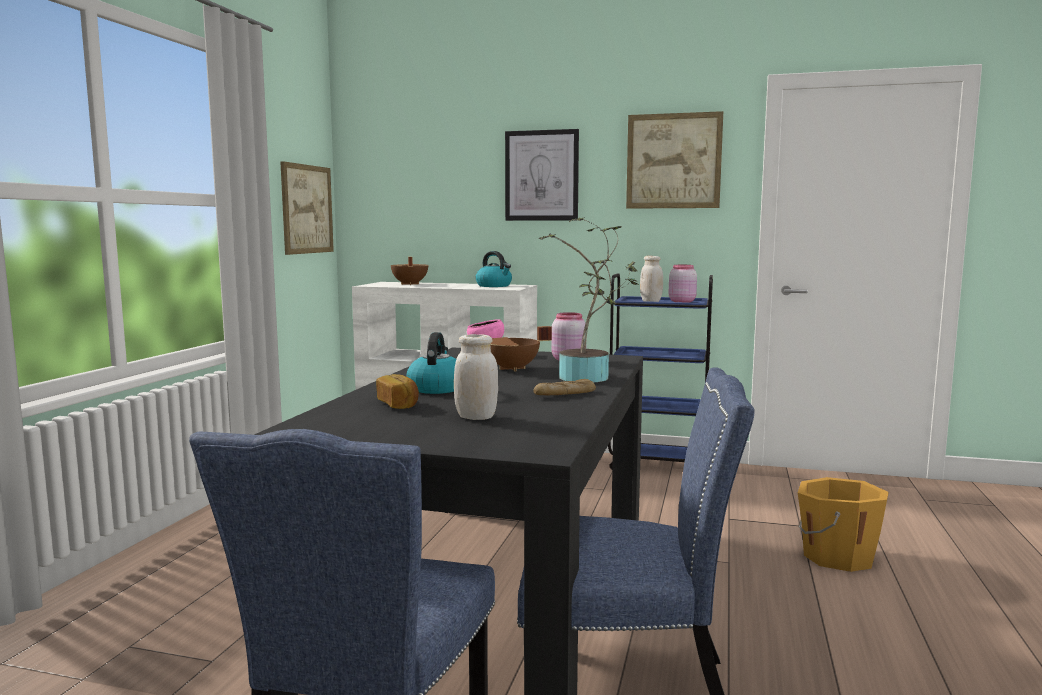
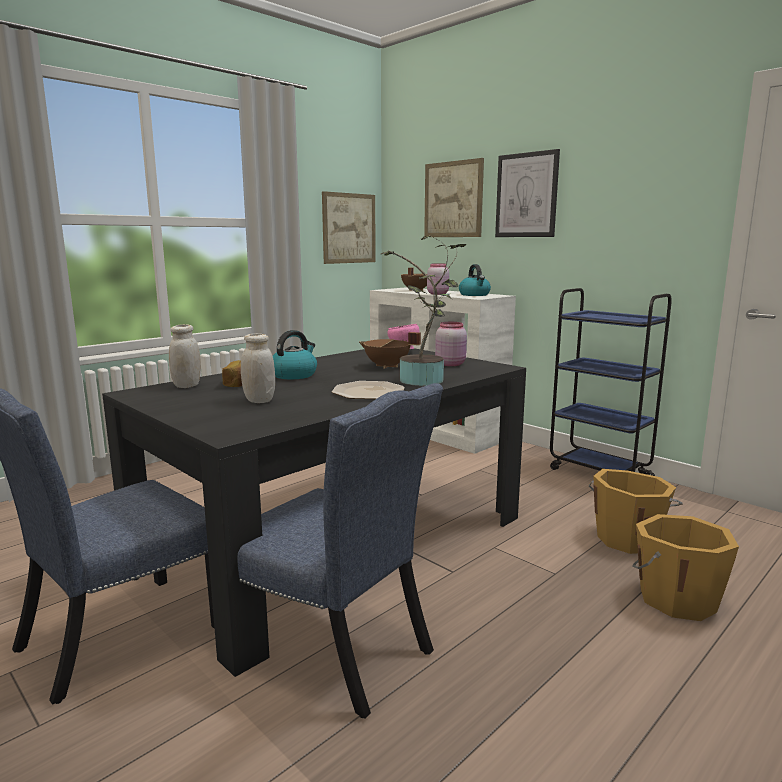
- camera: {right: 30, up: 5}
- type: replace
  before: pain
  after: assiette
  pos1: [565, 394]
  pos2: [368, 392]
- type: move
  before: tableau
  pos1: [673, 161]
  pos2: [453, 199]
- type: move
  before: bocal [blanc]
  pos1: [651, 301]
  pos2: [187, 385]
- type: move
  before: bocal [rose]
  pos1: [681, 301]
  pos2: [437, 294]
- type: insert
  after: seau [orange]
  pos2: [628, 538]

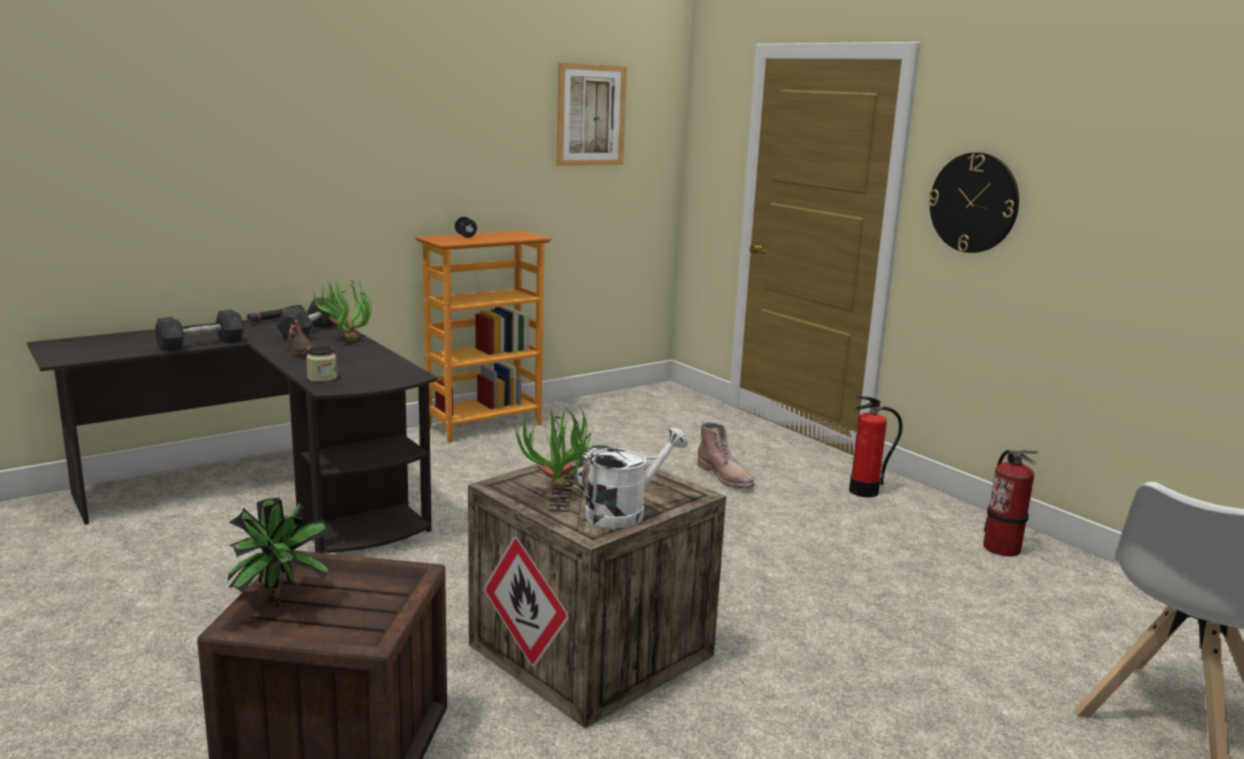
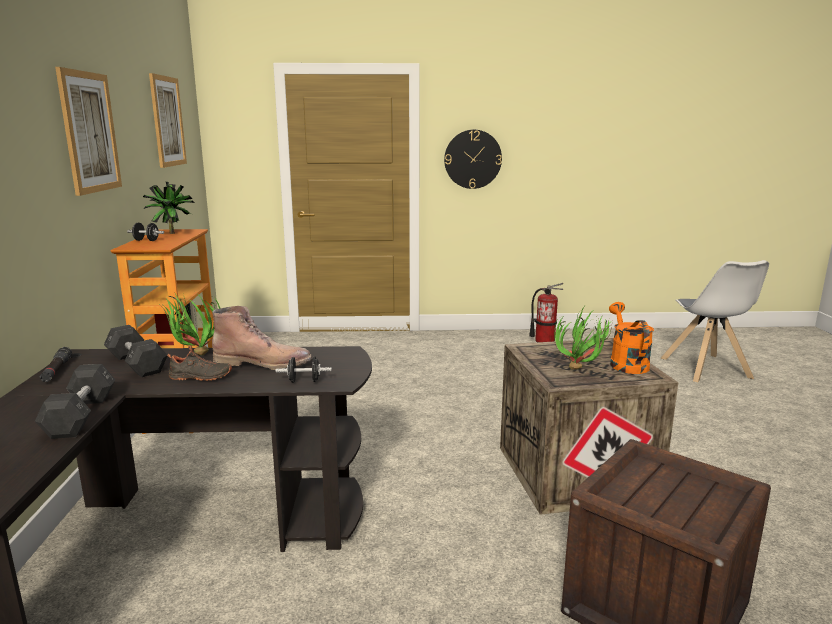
- camera: {right: -55, up: 0}
- type: move
  before: plante en pot
  pos1: [281, 601]
  pos2: [171, 233]
- type: replace
  before: bocal
  after: haltère [noir]
  pos1: [322, 378]
  pos2: [304, 381]
- type: recolor
  before: arrosoir [blanc]
  after: arrosoir [orange]
  pos1: [624, 512]
  pos2: [626, 363]
- type: move
  before: botte [marron]
  pos1: [726, 477]
  pos2: [263, 363]
- type: delete
  before: extincteur
  pos1: [864, 491]
- type: insert
  after: tableau
  pos2: [89, 132]

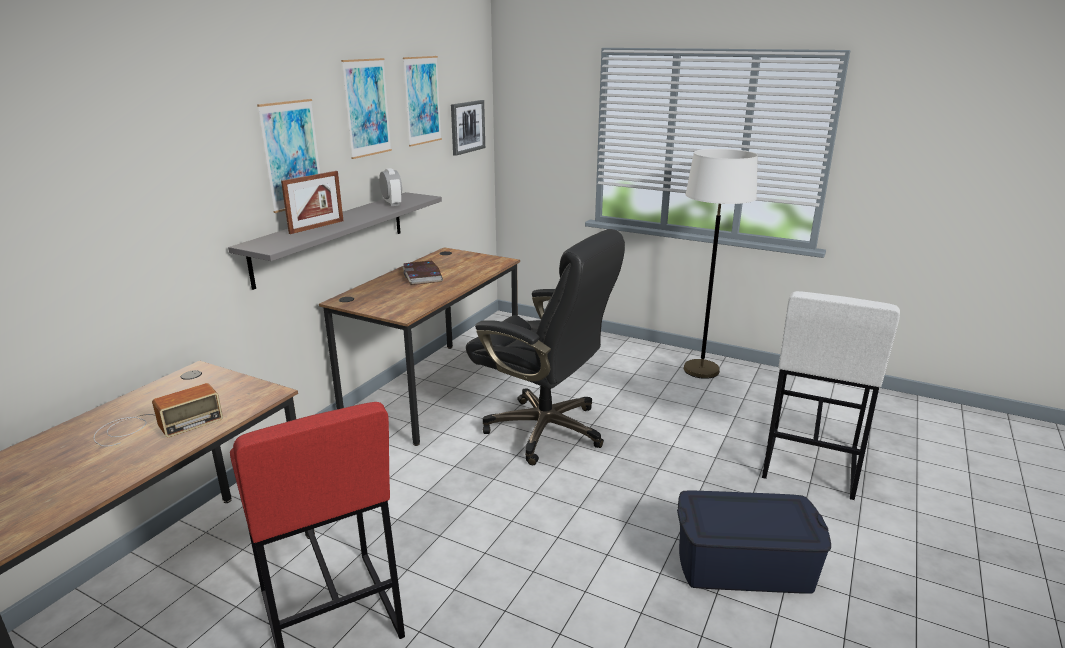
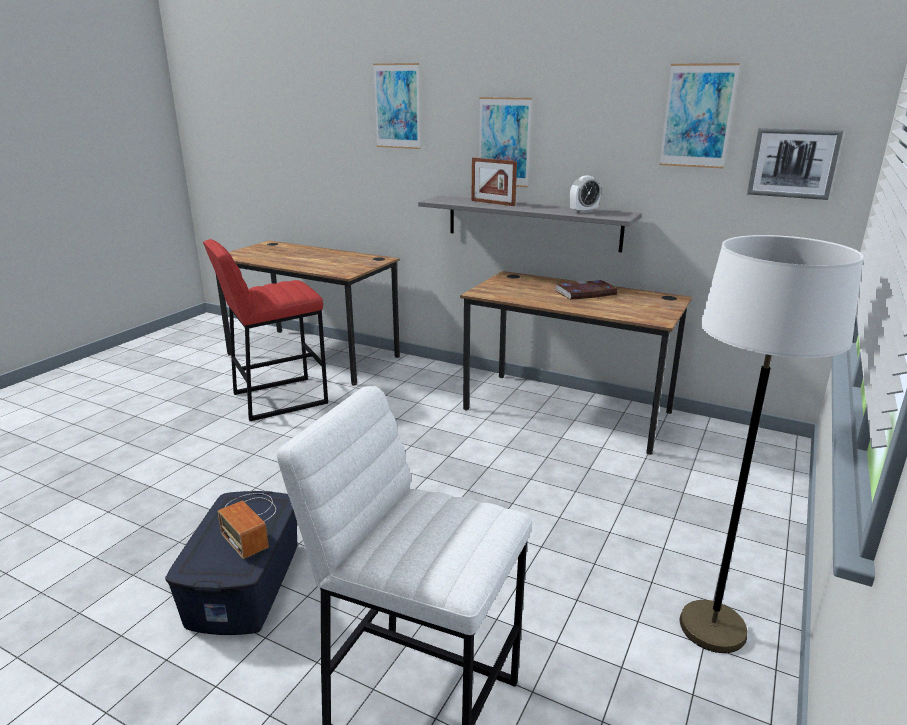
- camera: {right: 90, up: 0}
- type: move
  before: radio
  pos1: [155, 426]
  pos2: [250, 521]
- type: move
  before: tableau
  pos1: [367, 108]
  pos2: [397, 106]
- type: delete
  before: chaise de bureau [noir]
  pos1: [542, 429]

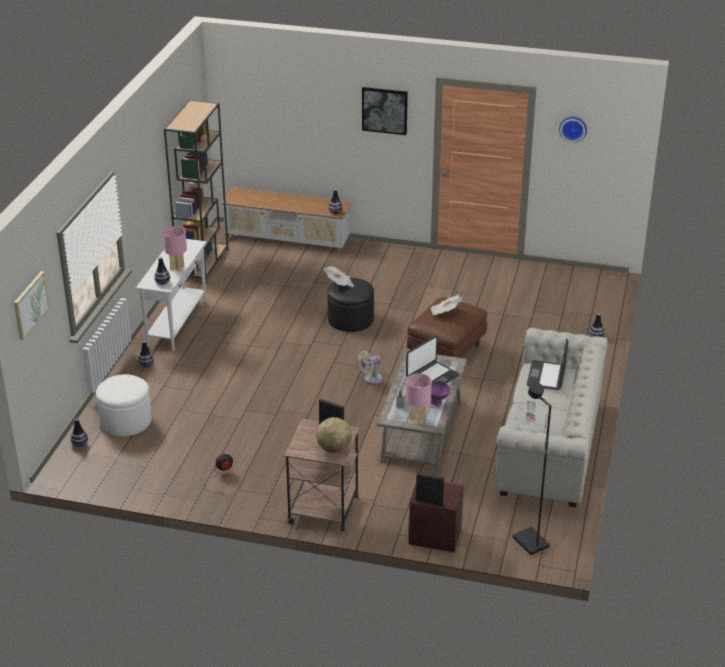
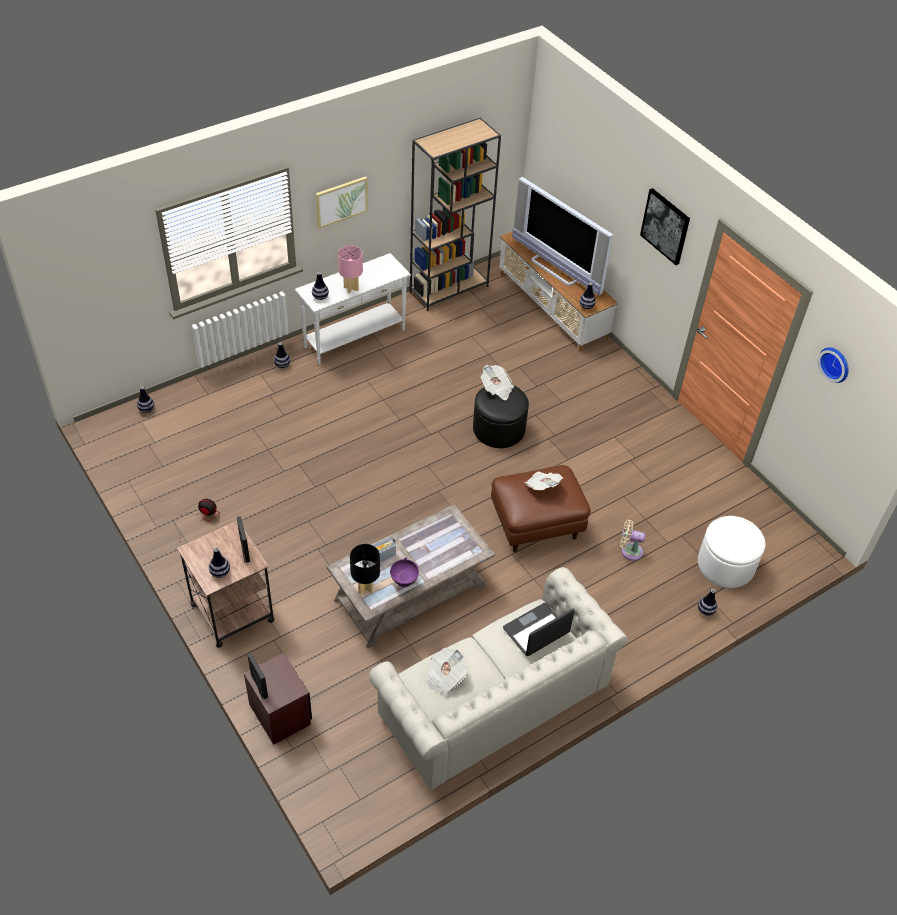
- camera: {right: 40, up: 15}
- type: move
  before: tableau
  pos1: [30, 305]
  pos2: [341, 201]
- type: move
  before: pouf [blanc]
  pos1: [126, 421]
  pos2: [725, 565]
- type: replace
  before: globe
  after: vase
  pos1: [334, 449]
  pos2: [220, 572]
- type: move
  before: ventilateur [beige]
  pos1: [371, 379]
  pos2: [629, 551]
- type: delete
  before: ordinateur portable
  pos1: [432, 377]
- type: recolor
  before: lampe de table [rose]
  after: lampe de table [noir]
  pos1: [417, 418]
  pos2: [365, 587]
- type: delete
  before: lampadaire [noir]
  pos1: [529, 542]
- type: insert
  after: téléviseur
  pos2: [557, 269]

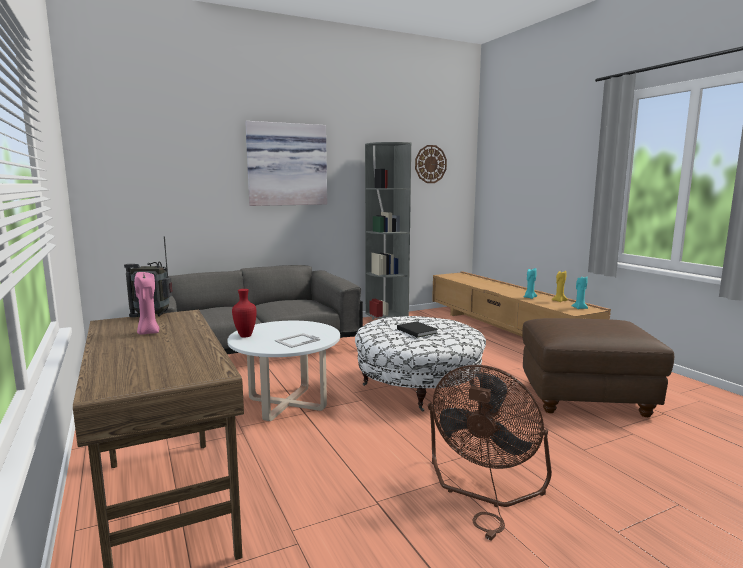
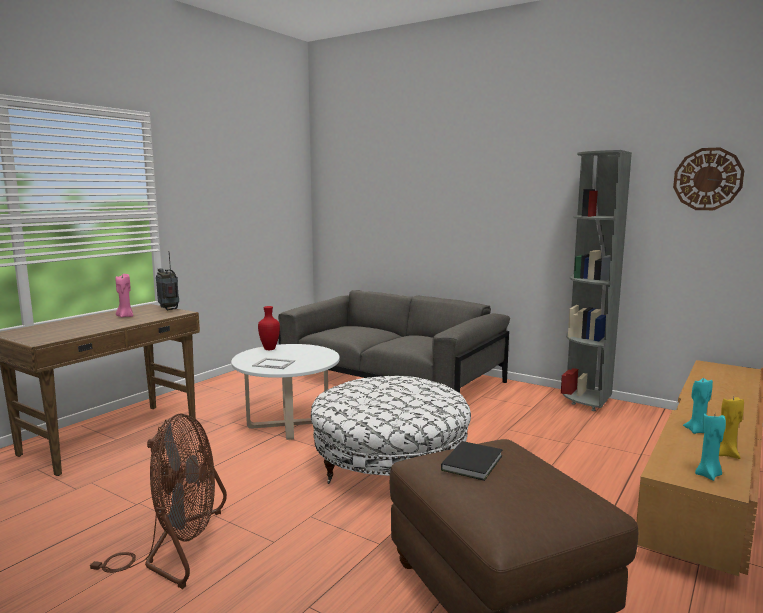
- camera: {right: 60, up: 0}
- type: delete
  before: tableau
  pos1: [286, 164]
- type: move
  before: livre [noir]
  pos1: [416, 331]
  pos2: [473, 462]

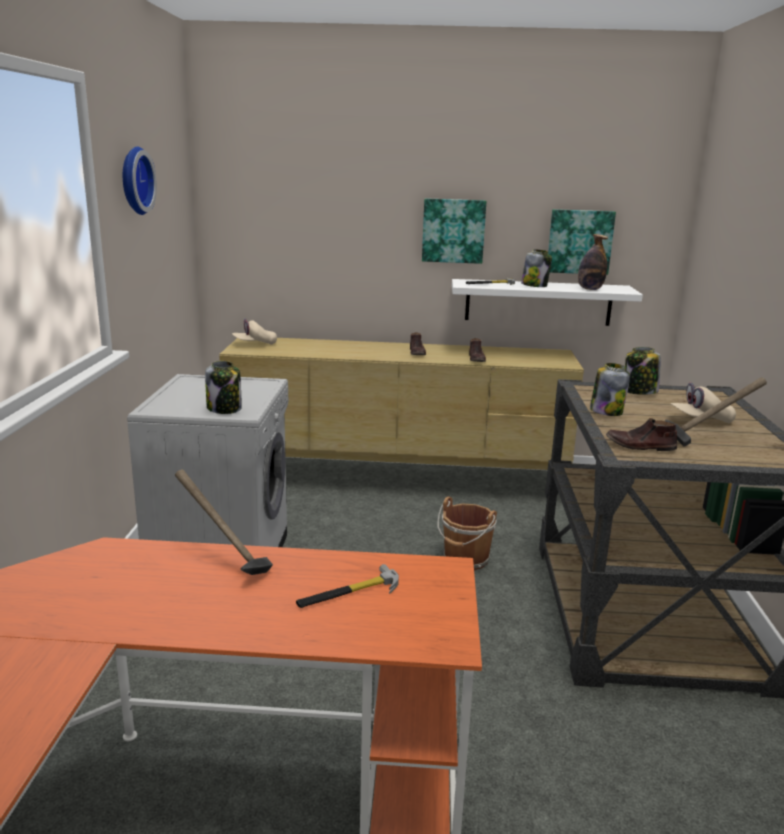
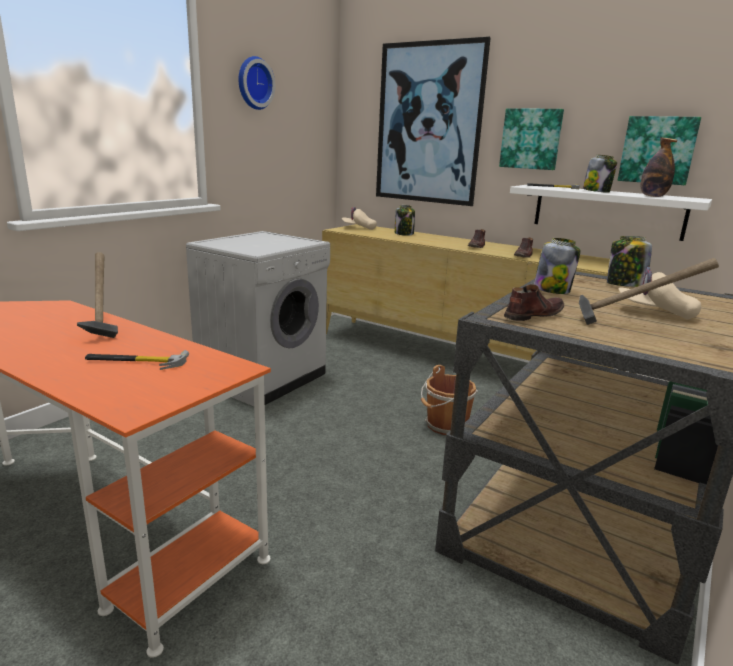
- camera: {right: 30, up: 0}
- type: move
  before: bocal
  pos1: [225, 409]
  pos2: [404, 234]
- type: rotate
  before: chaussure [marron]
  pos1: [640, 446]
  pos2: [532, 315]
  turn: 105
- type: insert
  after: tableau
  pos2: [428, 124]

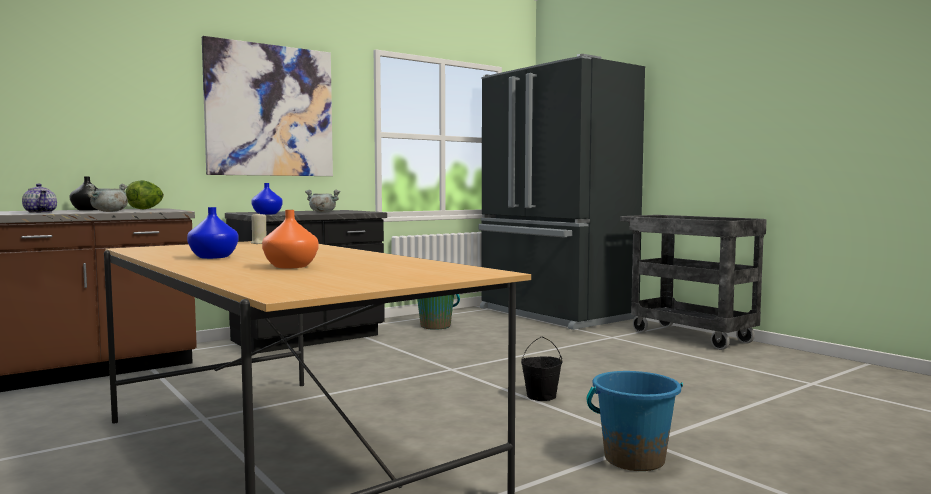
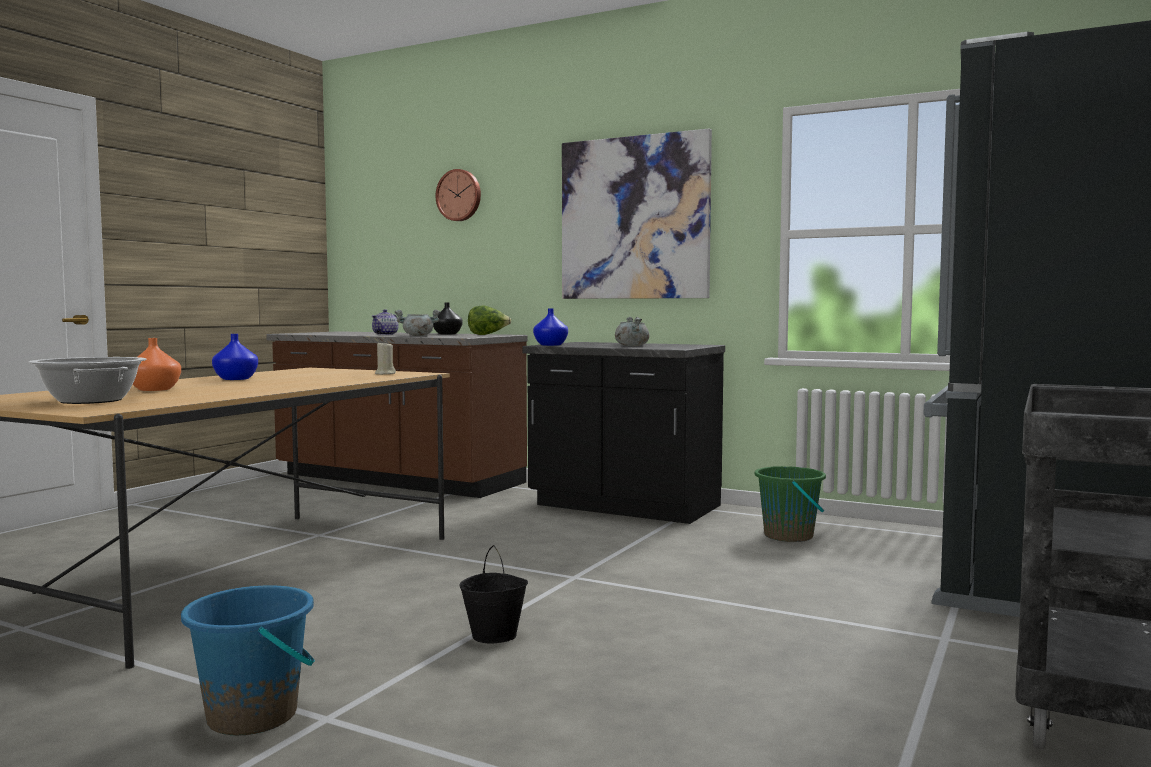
- camera: {right: 65, up: 0}
- type: insert
  after: marmite
  pos2: [91, 401]
- type: insert
  after: horloge murale
  pos2: [459, 195]

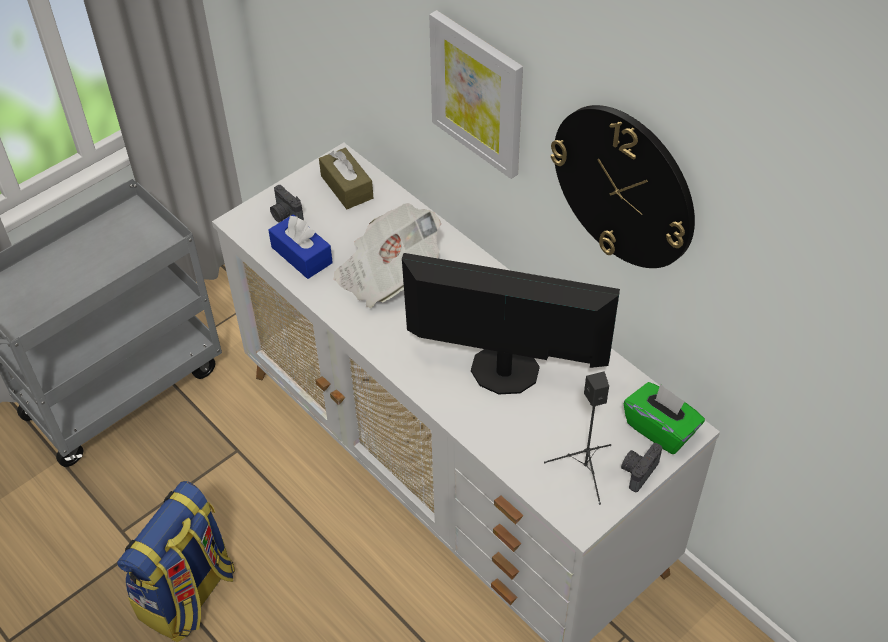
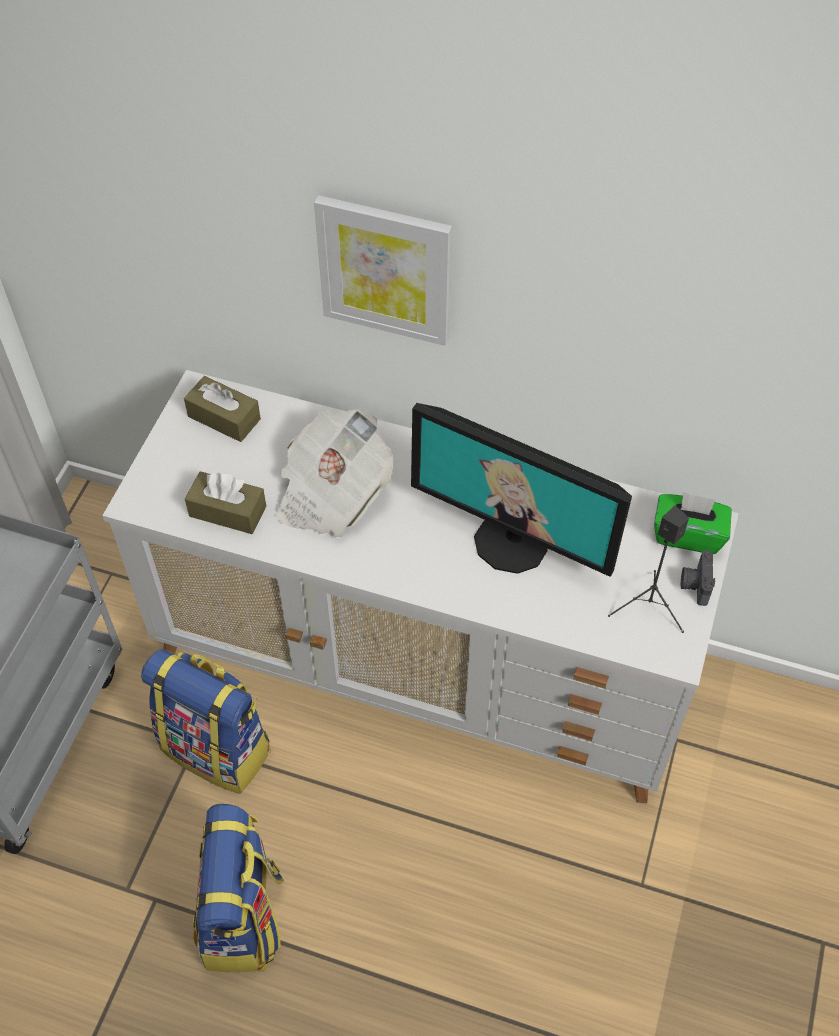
- camera: {right: -30, up: 5}
- type: recolor
  before: boîte à mouchoirs [bleu]
  after: boîte à mouchoirs [marron]
  pos1: [301, 255]
  pos2: [227, 511]
- type: delete
  before: appareil photo
  pos1: [285, 215]
- type: rotate
  before: écran d'ordinateur
  pos1: [504, 371]
  pos2: [511, 542]
  turn: -135
- type: delete
  before: horloge murale
  pos1: [624, 186]
- type: insert
  after: sac à dos
  pos2: [218, 748]

